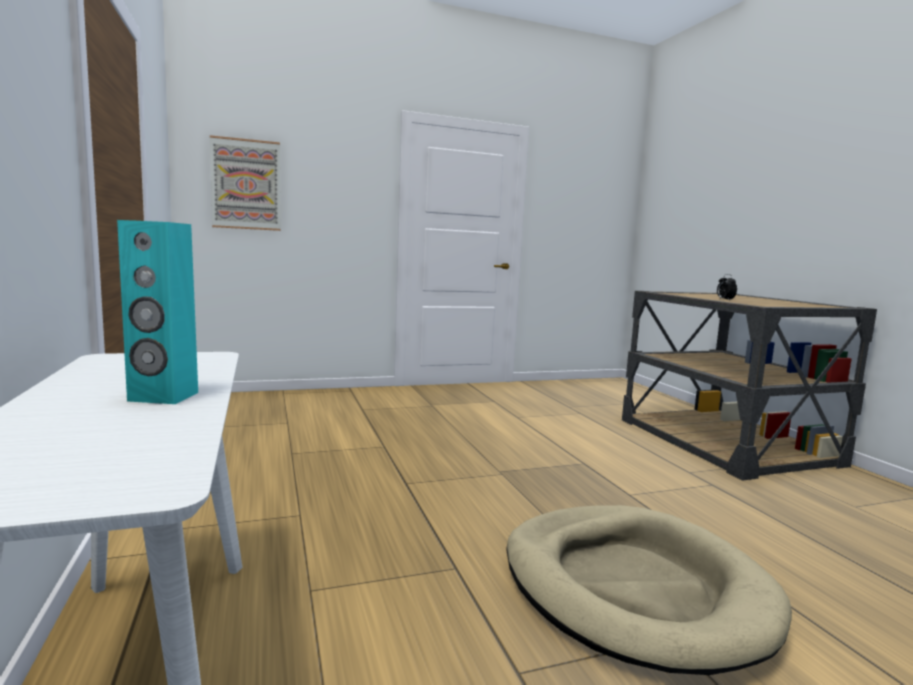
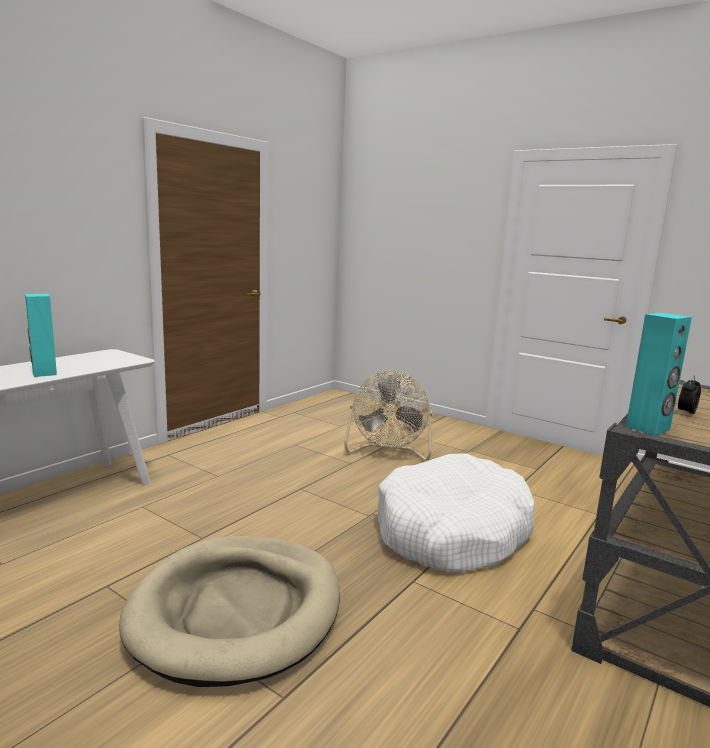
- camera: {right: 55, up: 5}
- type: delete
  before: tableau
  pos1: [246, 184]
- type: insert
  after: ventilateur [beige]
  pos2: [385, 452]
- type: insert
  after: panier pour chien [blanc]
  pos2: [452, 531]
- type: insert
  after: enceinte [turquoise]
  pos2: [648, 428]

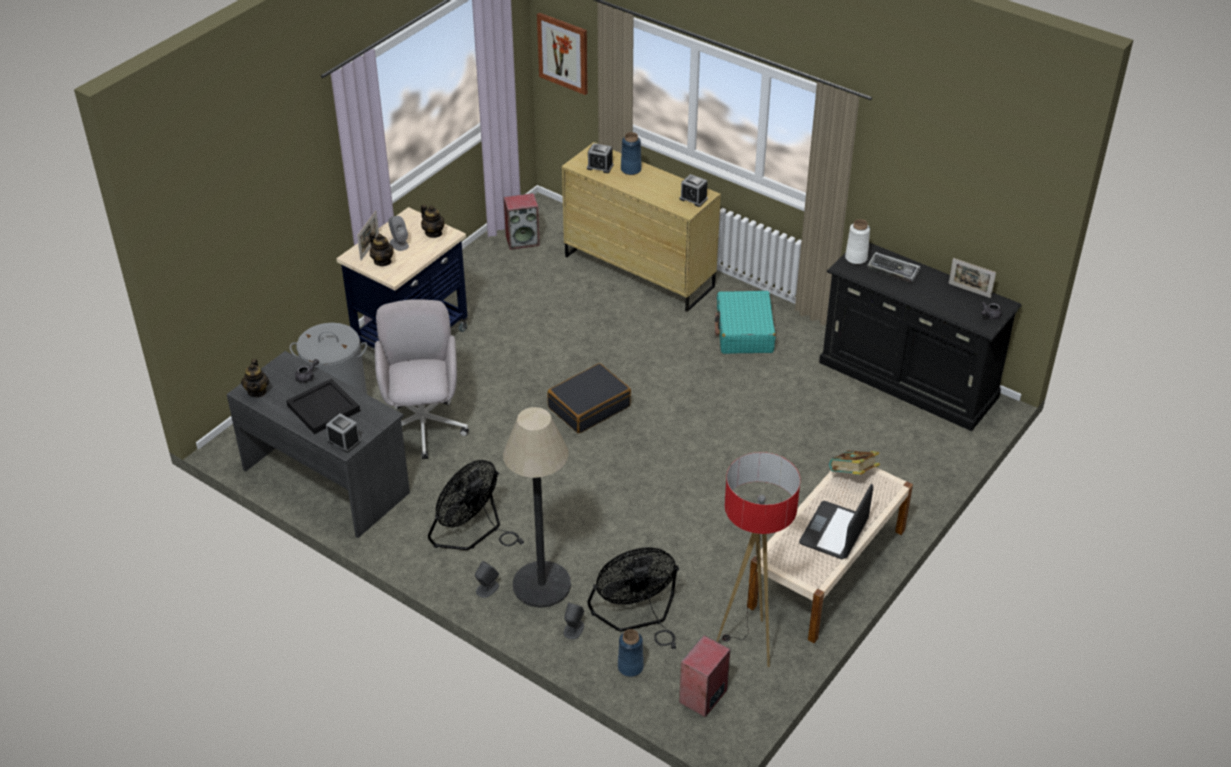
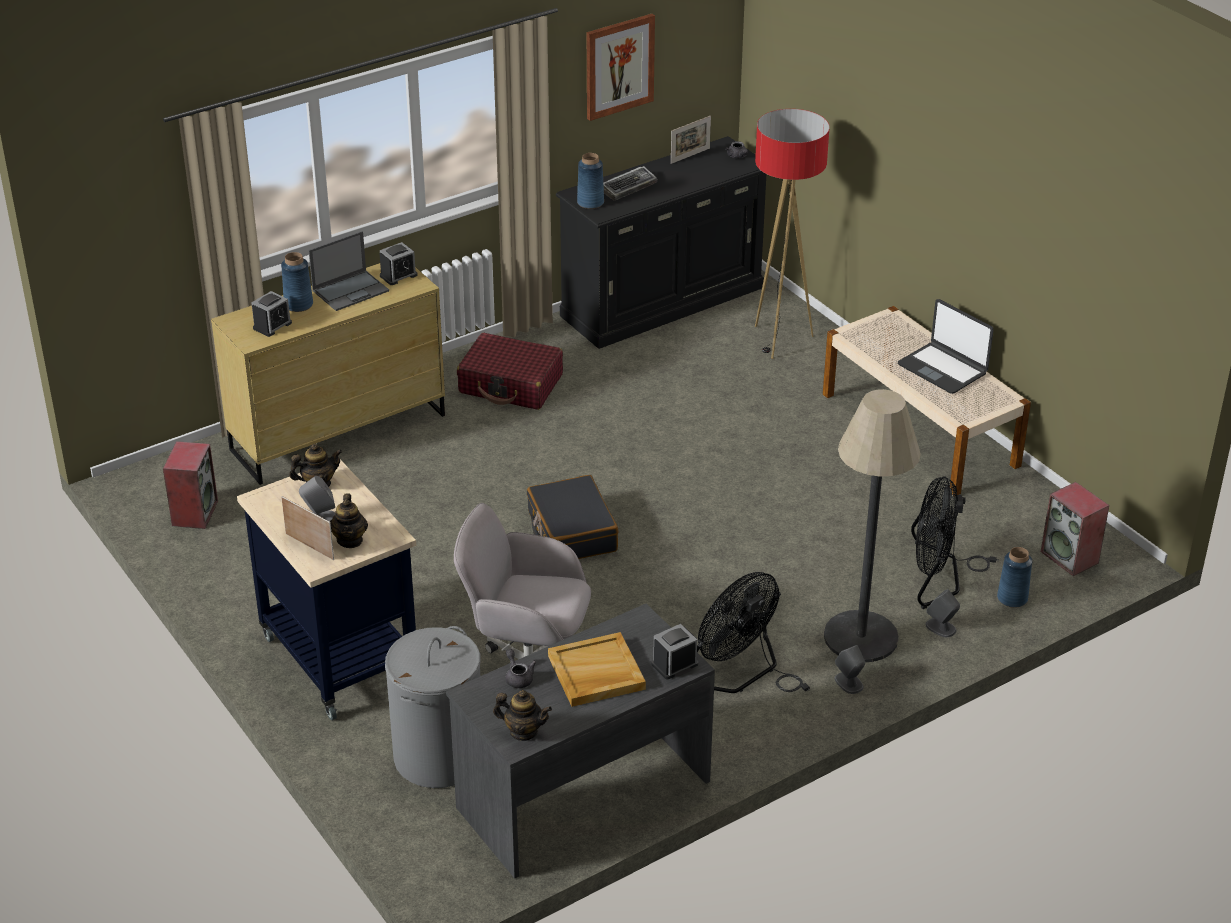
- camera: {right: -70, up: -5}
- type: recolor
  before: plateau [noir]
  after: plateau [beige]
  pos1: [322, 408]
  pos2: [595, 673]
- type: rotate
  before: théière
  pos1: [382, 261]
  pos2: [350, 540]
  turn: 105
- type: rotate
  before: ventilateur [noir]
  pos1: [478, 531]
  pos2: [747, 671]
  turn: 75
- type: move
  before: tableau
  pos1: [563, 53]
  pos2: [619, 66]
- type: recolor
  before: valise [turquoise]
  after: valise [rouge]
  pos1: [744, 332]
  pos2: [511, 384]
- type: move
  before: lampadaire
  pos1: [748, 644]
  pos2: [779, 340]
- type: delete
  before: livre
  pos1: [852, 475]
- type: recolor
  before: vase [blanc]
  after: vase [bleu]
  pos1: [856, 258]
  pos2: [590, 202]
- type: insert
  after: ordinateur portable
  pos2: [351, 290]

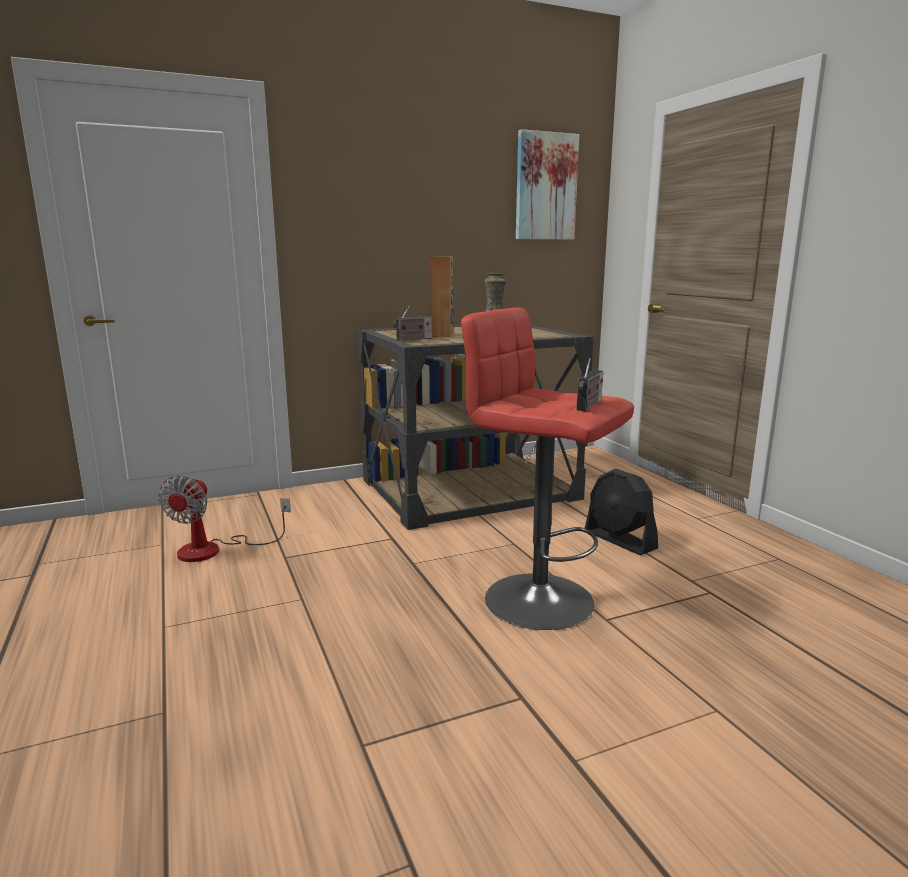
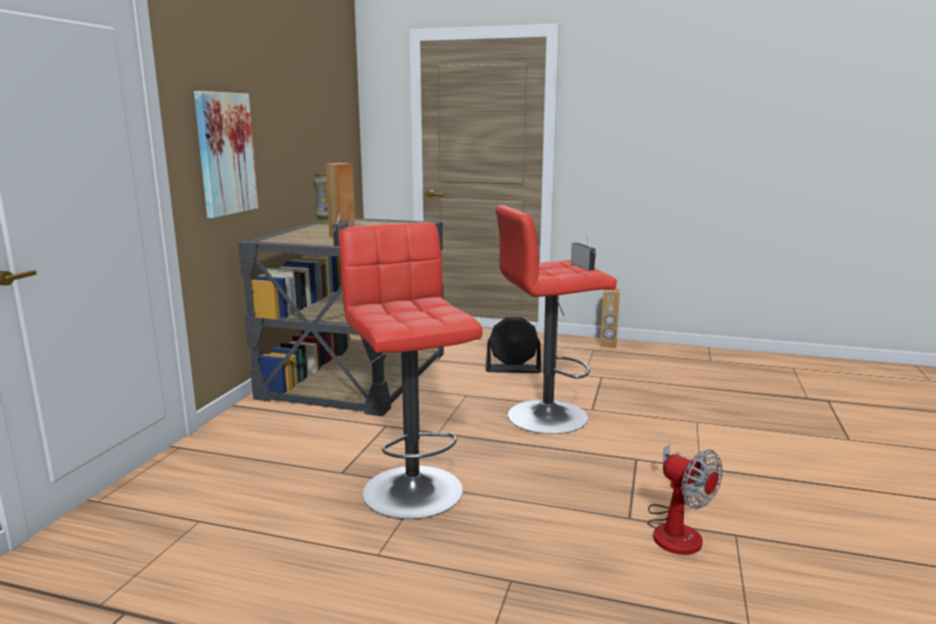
- camera: {right: -50, up: 0}
- type: move
  before: ventilateur
  pos1: [214, 549]
  pos2: [675, 529]
- type: move
  before: tableau
  pos1: [545, 187]
  pos2: [225, 154]
- type: insert
  after: tabouret [rouge]
  pos2: [413, 491]
- type: insert
  after: enceinte [marron]
  pos2: [608, 345]

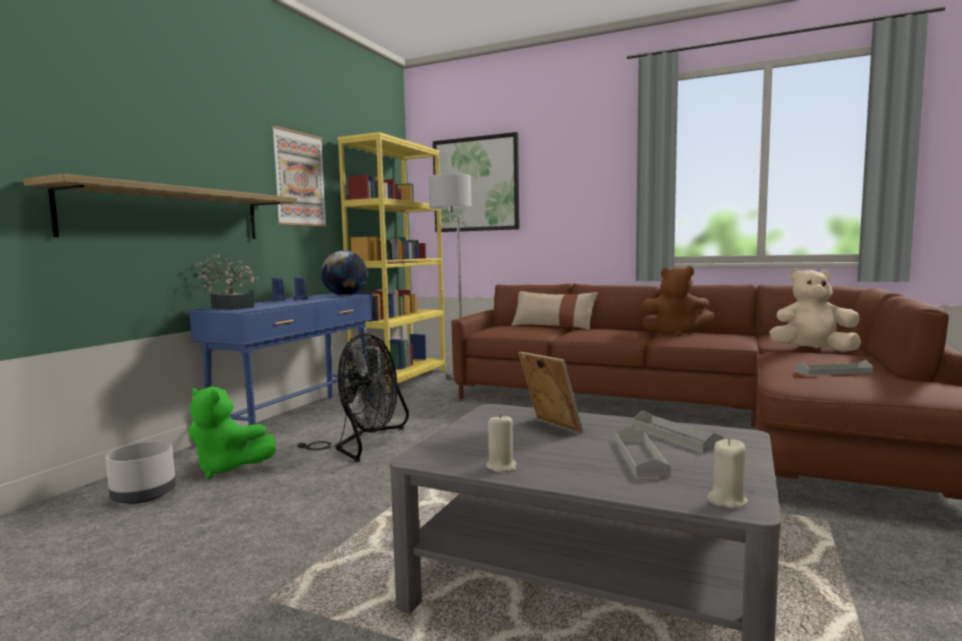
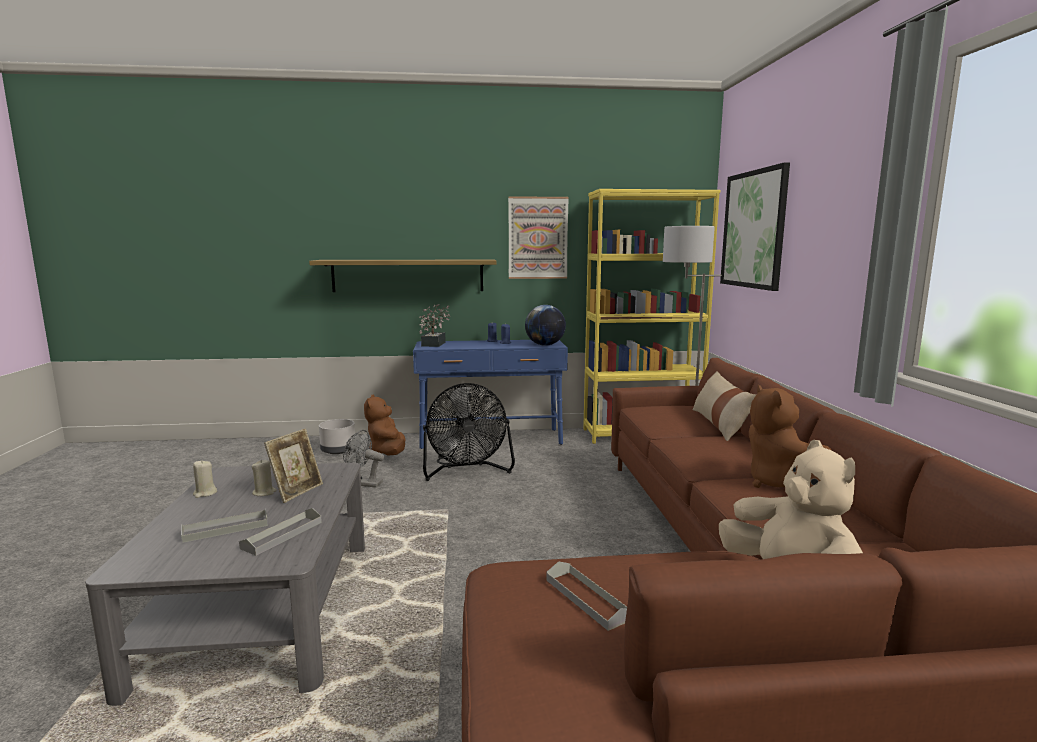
- camera: {right: 60, up: 5}
- type: recolor
  before: peluche [vert]
  after: peluche [marron]
  pos1: [228, 469]
  pos2: [388, 453]
- type: move
  before: bougie [beige]
  pos1: [727, 500]
  pos2: [264, 492]
- type: insert
  after: ventilateur [gris]
  pos2: [364, 483]

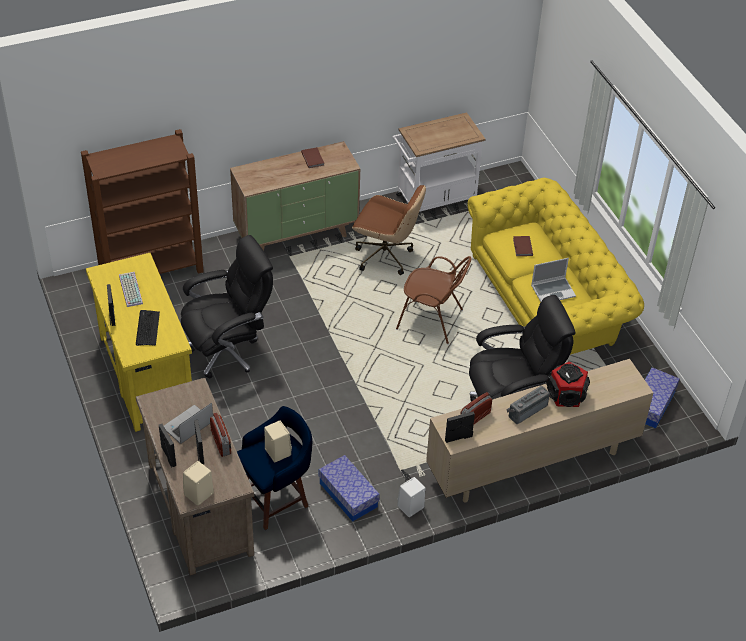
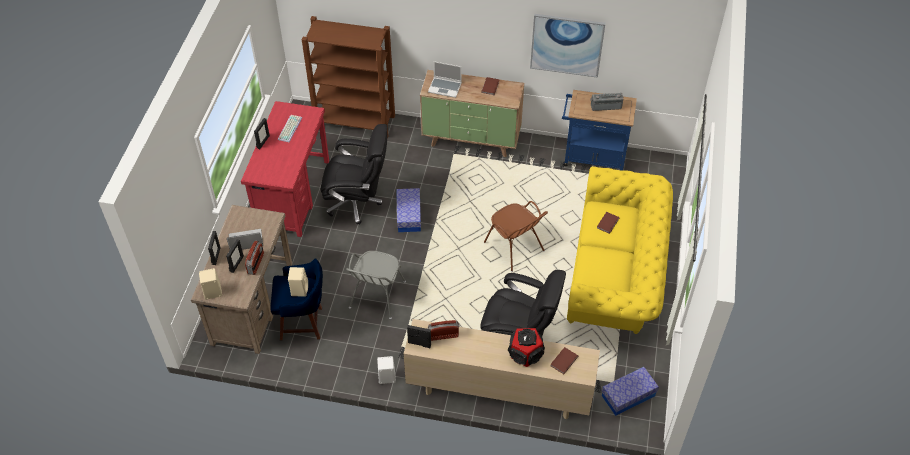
- camera: {right: 35, up: 5}
- type: recolor
  before: bureau [jaune]
  after: bureau [rouge]
  pos1: [145, 375]
  pos2: [293, 194]
- type: delete
  before: clavier
  pos1: [147, 328]
- type: move
  before: boîte de rangement
  pos1: [348, 495]
  pos2: [409, 215]
- type: delete
  before: chaise de bureau [marron]
  pos1: [386, 258]
- type: recolor
  before: chariot [blanc]
  after: chariot [bleu]
  pos1: [433, 201]
  pos2: [592, 158]
- type: move
  before: radio
  pos1: [526, 410]
  pos2: [605, 105]
- type: move
  before: ordinateur portable
  pos1: [553, 291]
  pos2: [445, 87]
- type: insert
  after: chaise [gris]
  pos2: [377, 296]
- type: insert
  after: tableau
  pos2: [566, 45]
- type: insert
  after: livre [marron]
  pos2: [563, 361]

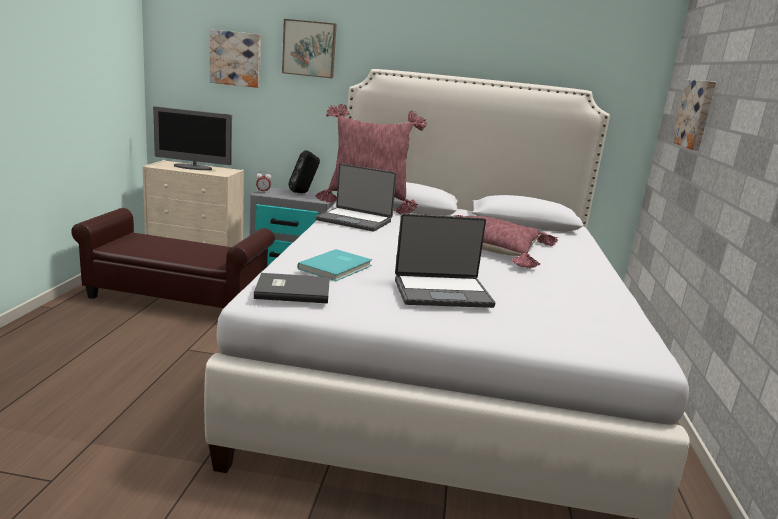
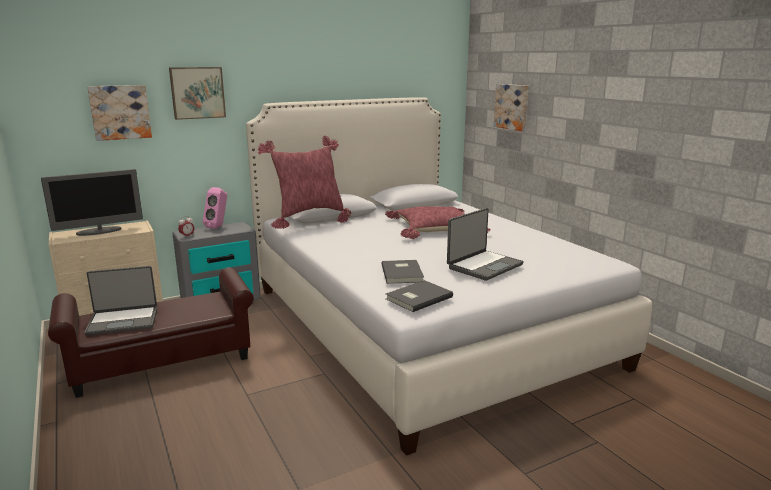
- camera: {right: -35, up: 0}
- type: recolor
  before: enceinte [noir]
  after: enceinte [rose]
  pos1: [303, 193]
  pos2: [218, 227]
- type: recolor
  before: livre [turquoise]
  after: livre [gris]
  pos1: [337, 267]
  pos2: [403, 273]
- type: move
  before: ordinateur portable
  pos1: [355, 220]
  pos2: [123, 321]

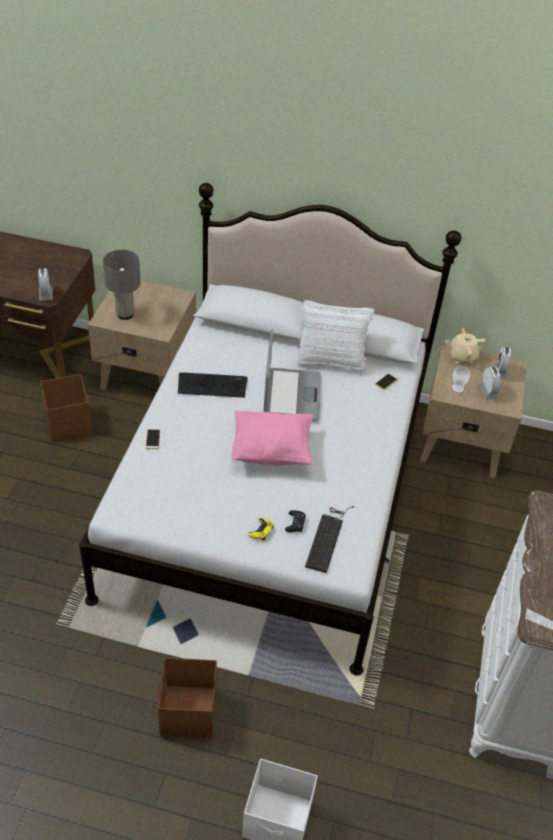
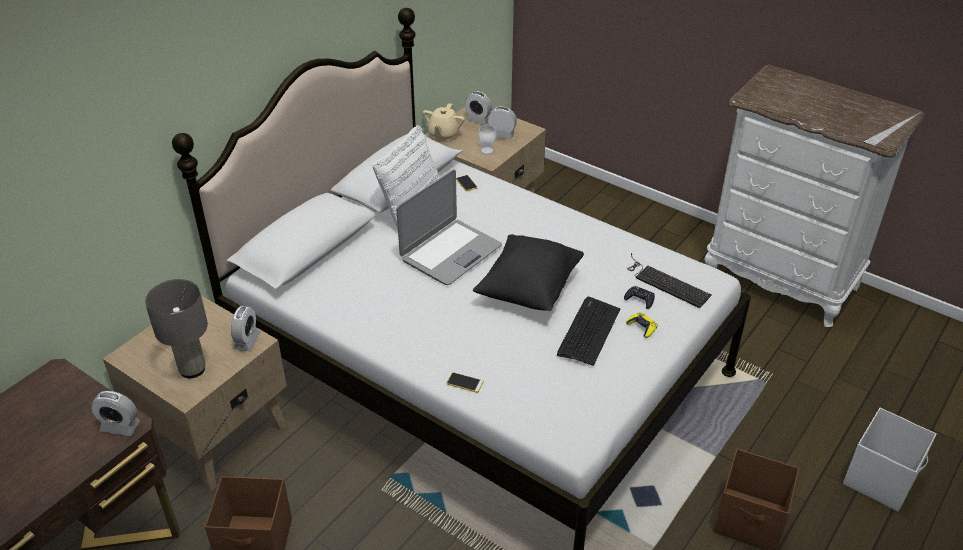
- camera: {right: -65, up: -5}
- type: move
  before: clavier
  pos1: [212, 385]
  pos2: [588, 331]
- type: recolor
  before: coussin [rose]
  after: coussin [noir]
  pos1: [272, 451]
  pos2: [529, 289]
- type: rotate
  before: ordinateur portable
  pos1: [291, 395]
  pos2: [450, 252]
  turn: 105
- type: insert
  after: réveil
  pos2: [247, 341]

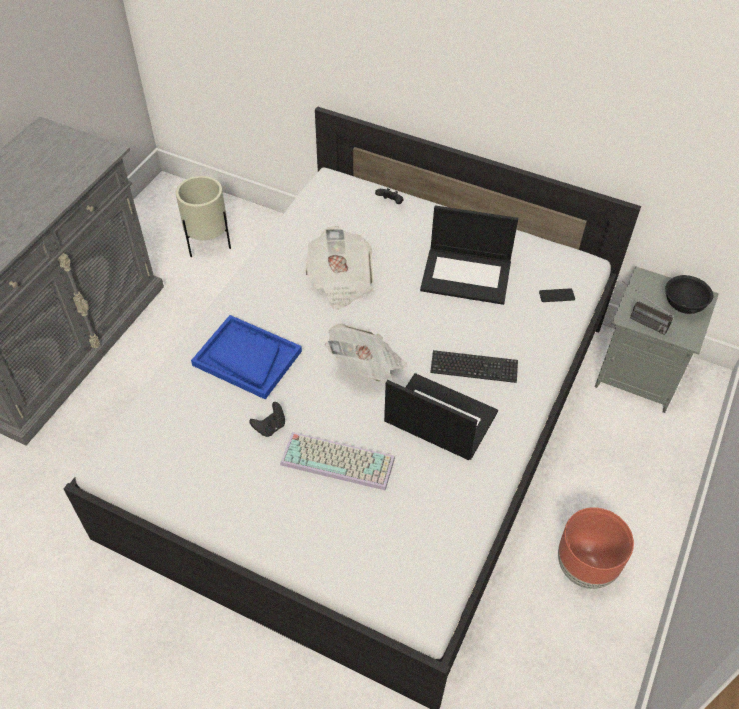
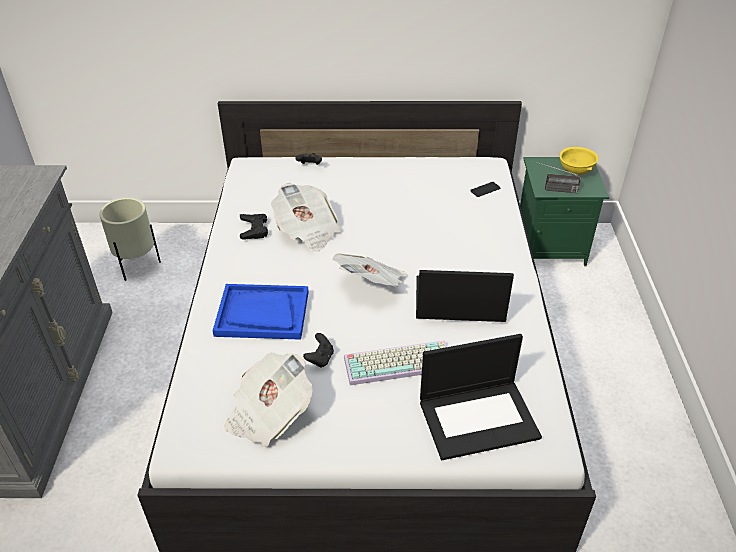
- camera: {right: -25, up: -10}
- type: move
  before: ordinateur portable
  pos1: [467, 275]
  pos2: [479, 418]
- type: delete
  before: clavier
  pos1: [474, 368]
- type: delete
  before: cache-pot [marron]
  pos1: [586, 567]
- type: recolor
  before: table de chevet [gris]
  after: table de chevet [vert]
  pos1: [641, 373]
  pos2: [551, 245]
- type: recolor
  before: bol [noir]
  after: bol [jaune]
  pos1: [682, 306]
  pos2: [575, 172]
- type: insert
  after: journal
  pos2: [268, 414]
- type: insert
  after: manette [noir]
  pos2: [254, 229]

